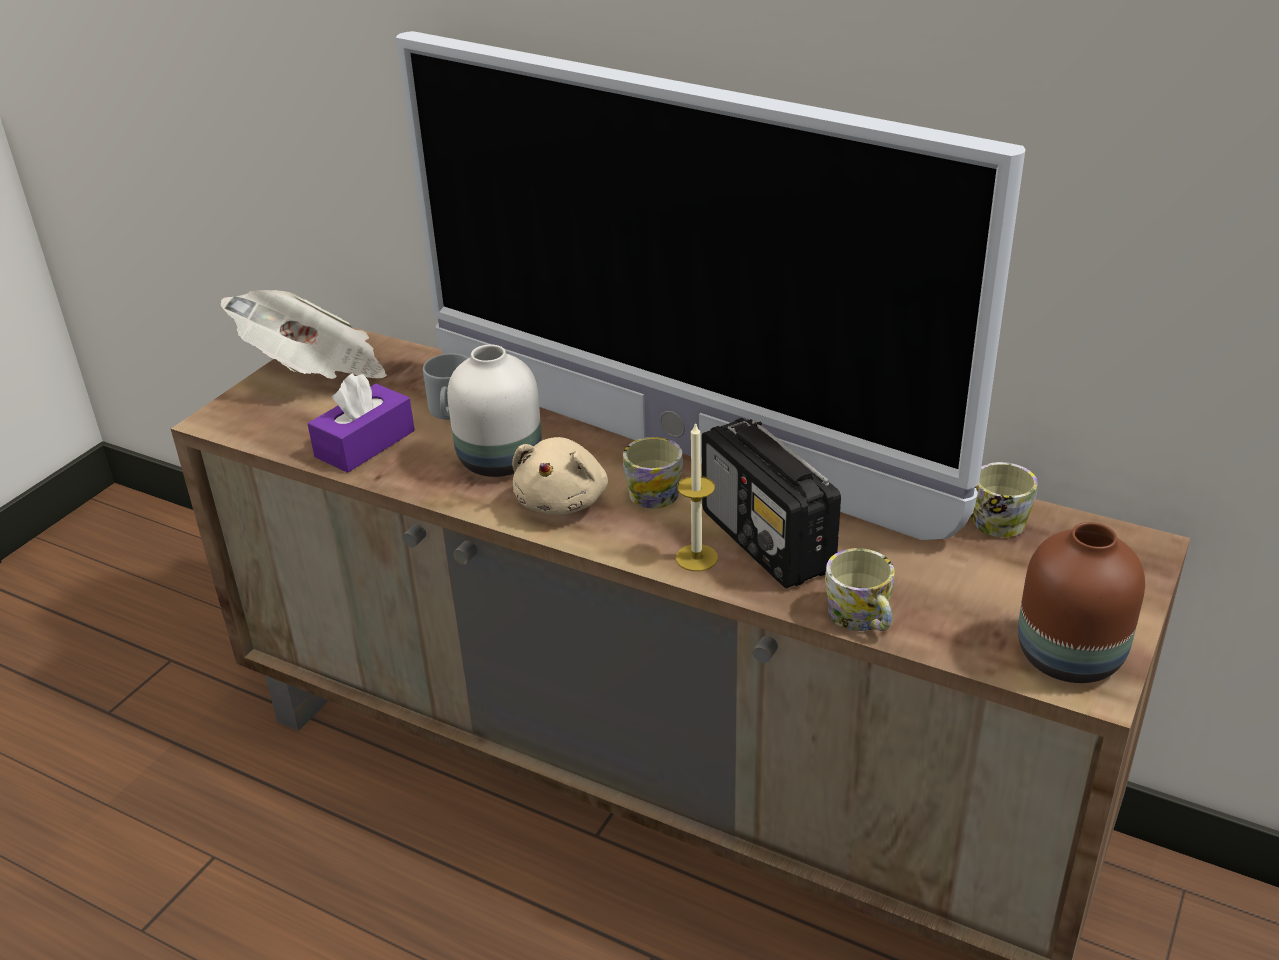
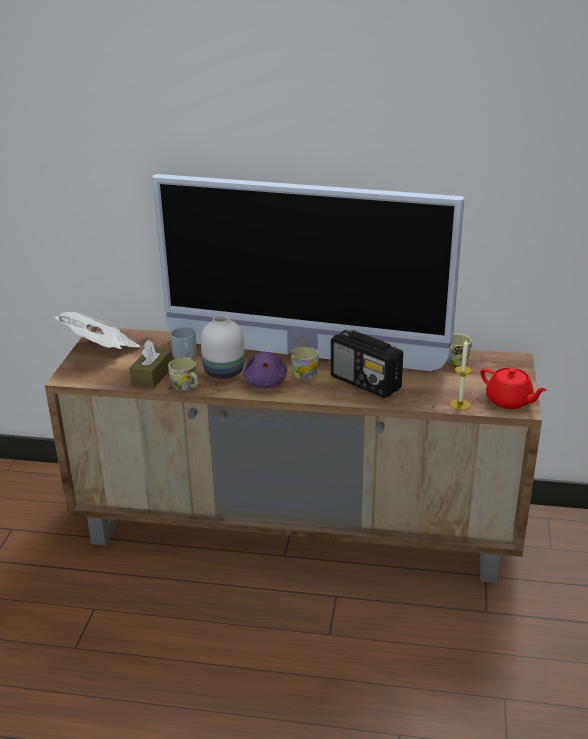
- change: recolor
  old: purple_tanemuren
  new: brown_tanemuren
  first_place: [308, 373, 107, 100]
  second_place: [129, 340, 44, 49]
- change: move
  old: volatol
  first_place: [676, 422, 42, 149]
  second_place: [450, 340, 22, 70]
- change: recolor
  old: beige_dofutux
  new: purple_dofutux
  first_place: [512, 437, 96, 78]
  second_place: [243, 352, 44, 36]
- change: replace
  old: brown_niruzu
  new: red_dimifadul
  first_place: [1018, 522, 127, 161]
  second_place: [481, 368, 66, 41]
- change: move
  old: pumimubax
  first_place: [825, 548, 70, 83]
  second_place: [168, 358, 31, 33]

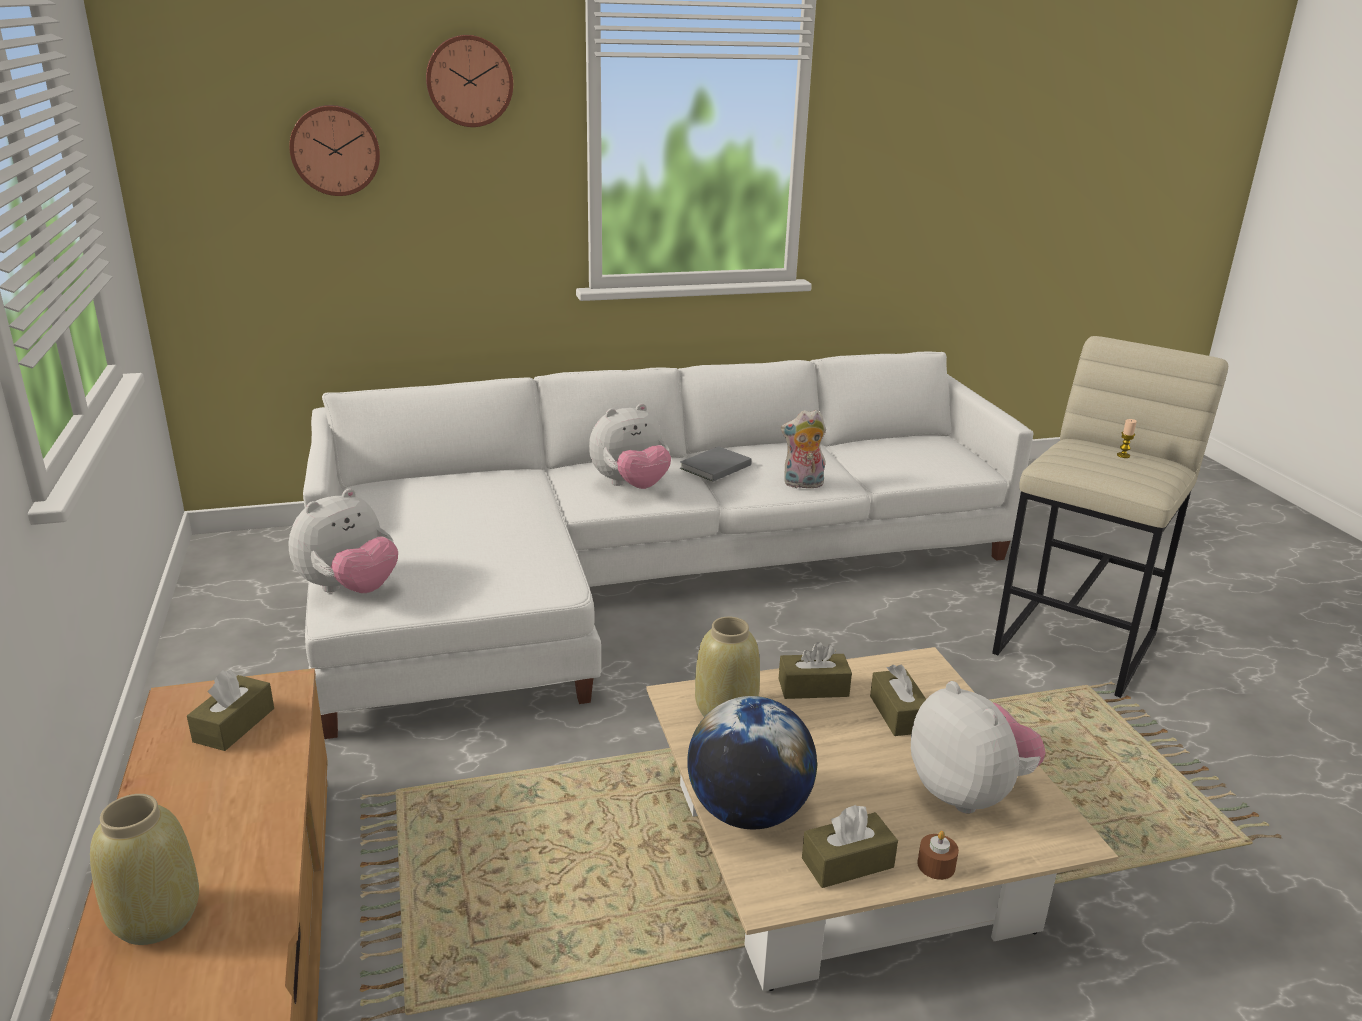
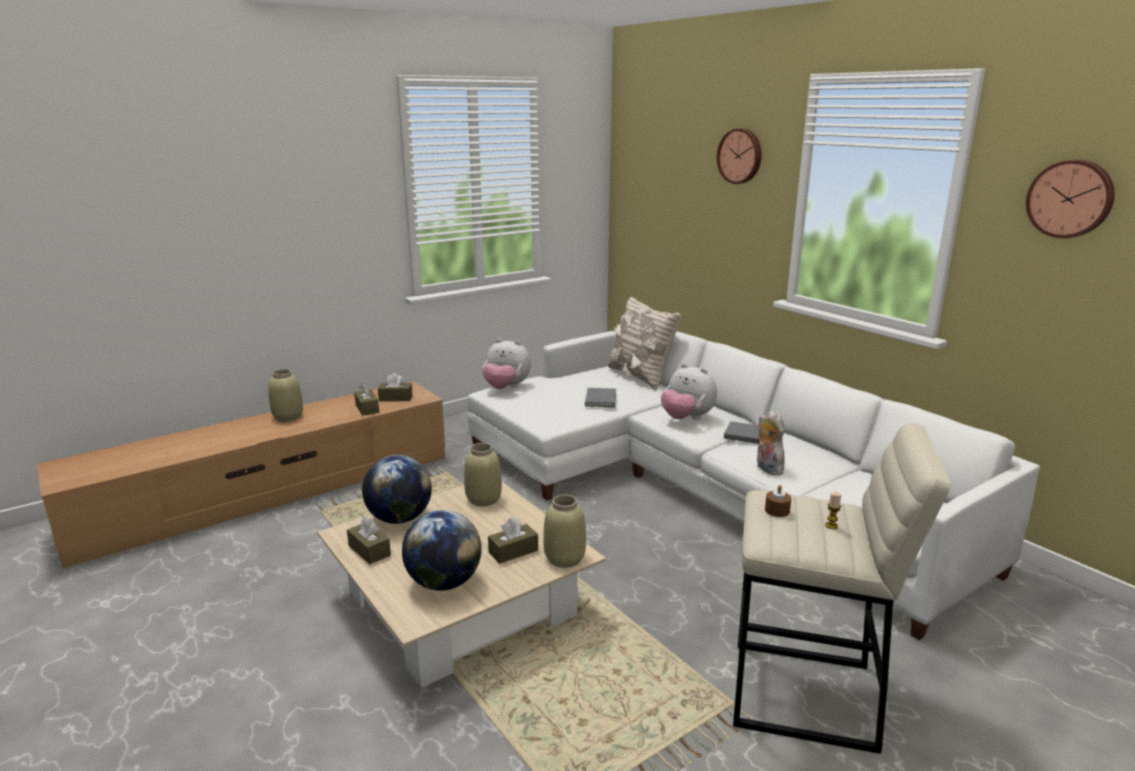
- change: move
  old: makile
  first_place: [289, 105, 91, 91]
  second_place: [1026, 159, 89, 79]
- change: move
  old: brown_tanemuren
  first_place: [779, 642, 73, 57]
  second_place: [354, 383, 25, 32]
- change: replace
  old: dofutux
  new: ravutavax
  first_place: [911, 681, 134, 133]
  second_place: [402, 510, 80, 81]
- change: move
  old: brown_volatol
  first_place: [917, 831, 42, 49]
  second_place: [765, 485, 26, 32]
- change: insert
  new: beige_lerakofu
  second_place: [608, 297, 73, 93]
- change: insert
  new: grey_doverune
  second_place: [585, 388, 31, 19]
- change: insert
  new: beige_niruzu
  second_place: [543, 495, 43, 73]

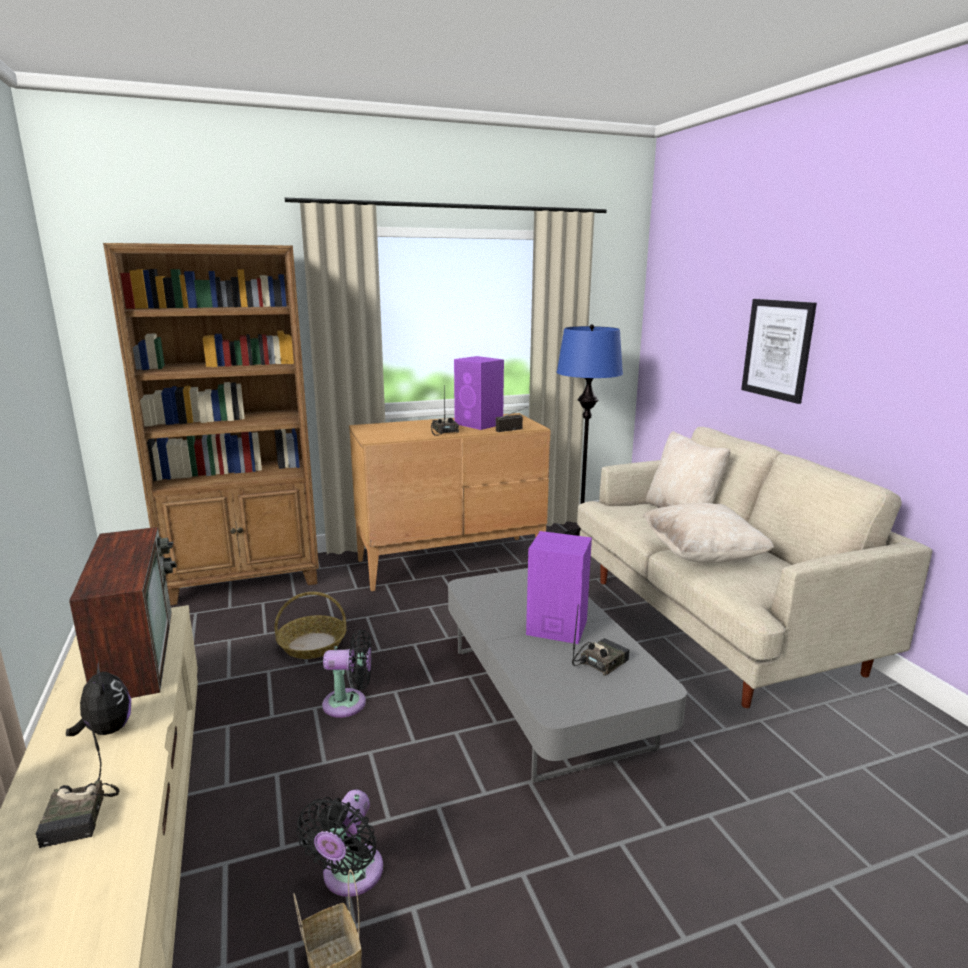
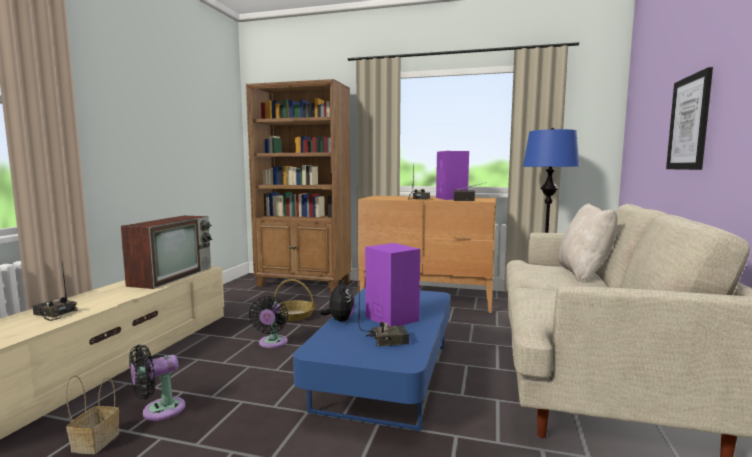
- change: delete
  old: beige_lerakofu
  first_place: [643, 503, 131, 60]
- change: recolor
  old: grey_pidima
  new: blue_pidima
  first_place: [448, 568, 239, 214]
  second_place: [293, 288, 157, 144]
- change: rotate
  old: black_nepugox
  first_place: [322, 630, 50, 88]
  second_place: [249, 296, 39, 52]
  degrees: 60
- change: move
  old: dofutux
  first_place: [66, 662, 65, 74]
  second_place: [320, 279, 35, 43]
- change: rotate
  old: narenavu
  first_place: [36, 693, 84, 155]
  second_place: [32, 262, 45, 59]
  degrees: 90

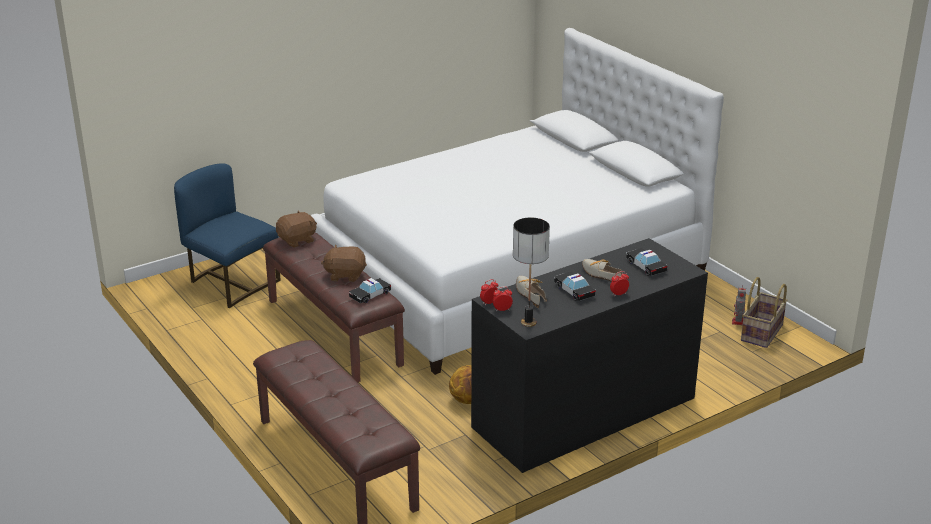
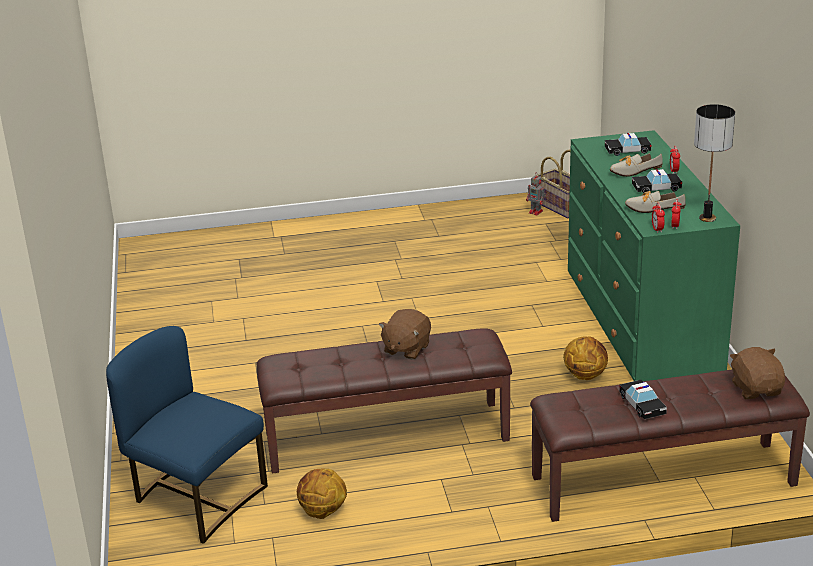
- change: delete
  old: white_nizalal
  first_place: [311, 28, 413, 347]
- change: rotate
  old: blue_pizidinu
  first_place: [174, 163, 107, 145]
  second_place: [106, 326, 162, 218]
  degrees: 60
- change: move
  old: brown_dofutux
  first_place: [276, 210, 41, 38]
  second_place: [730, 347, 55, 52]
- change: recolor
  old: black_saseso
  new: green_saseso
  first_place: [471, 238, 237, 235]
  second_place: [568, 130, 172, 251]
- change: move
  old: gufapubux
  first_place: [349, 278, 42, 25]
  second_place: [619, 380, 48, 39]
- change: insert
  new: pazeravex
  second_place: [297, 469, 50, 50]

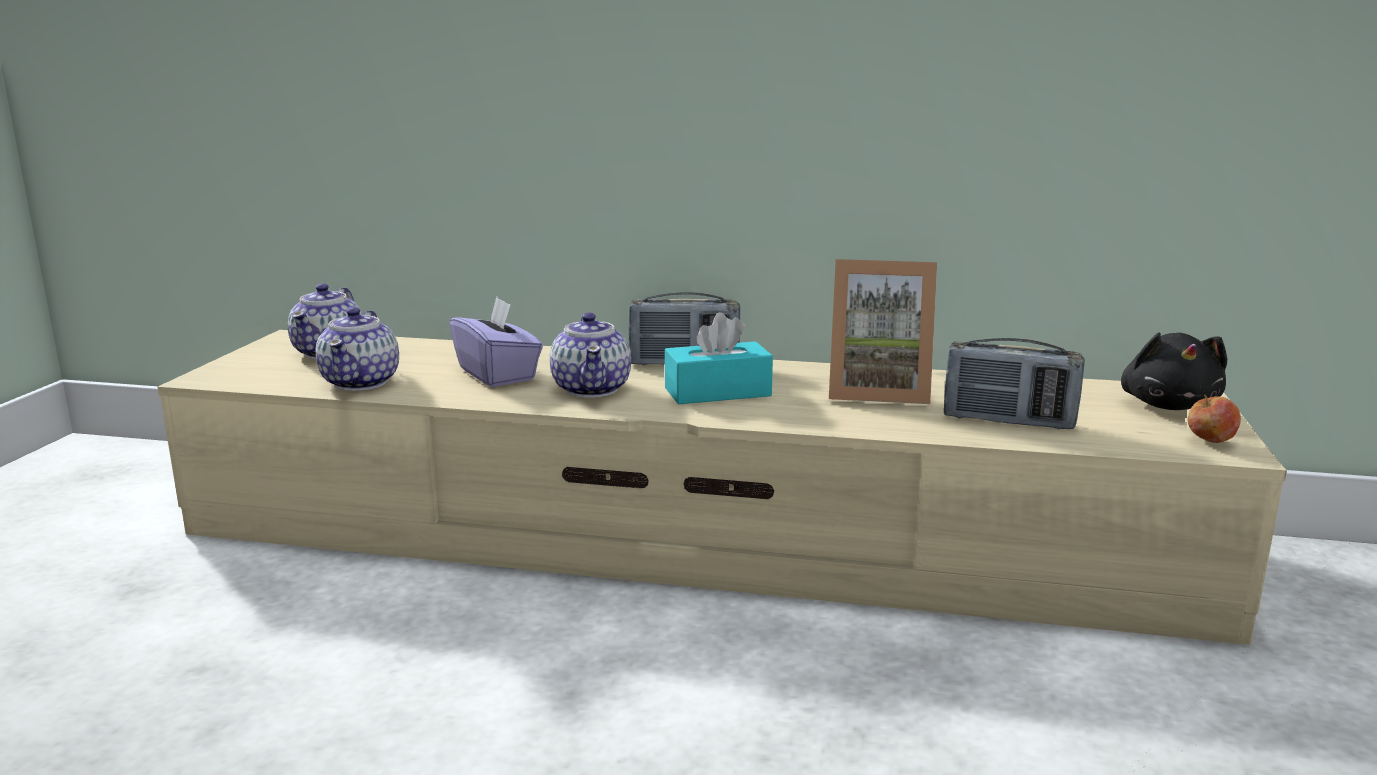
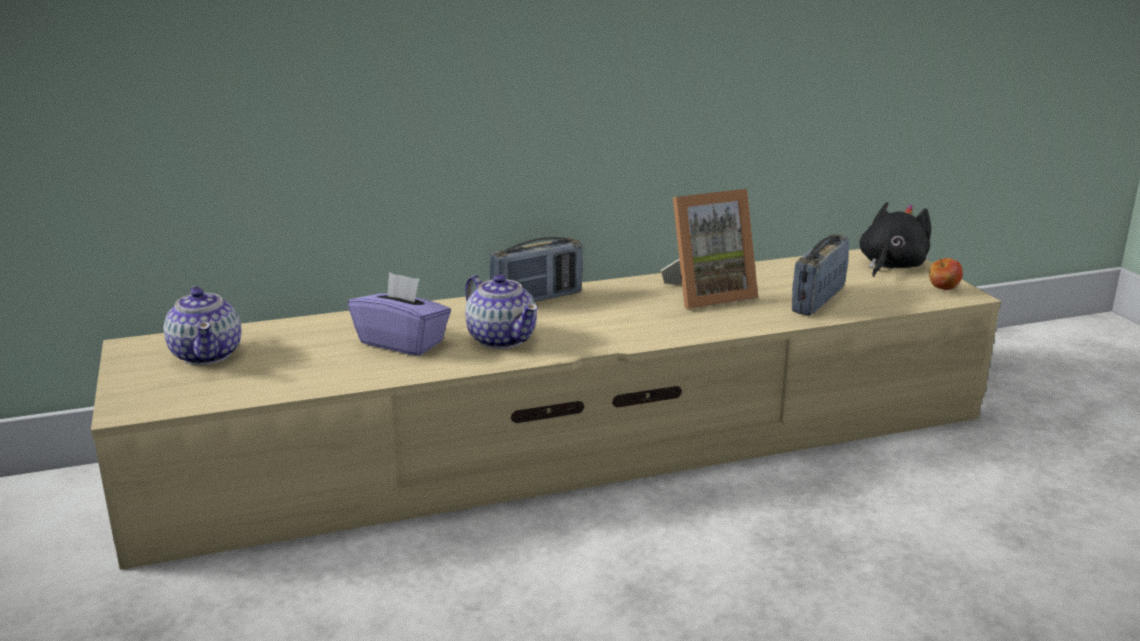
- change: delete
  old: dimifadul
  first_place: [316, 307, 83, 84]
- change: delete
  old: turquoise_tanemuren
  first_place: [665, 312, 108, 92]
- change: rotate
  old: black_dofutux
  first_place: [1121, 332, 106, 78]
  second_place: [859, 202, 72, 75]
  degrees: -120
- change: rotate
  old: narenavu
  first_place: [944, 338, 141, 91]
  second_place: [792, 234, 57, 82]
  degrees: 135

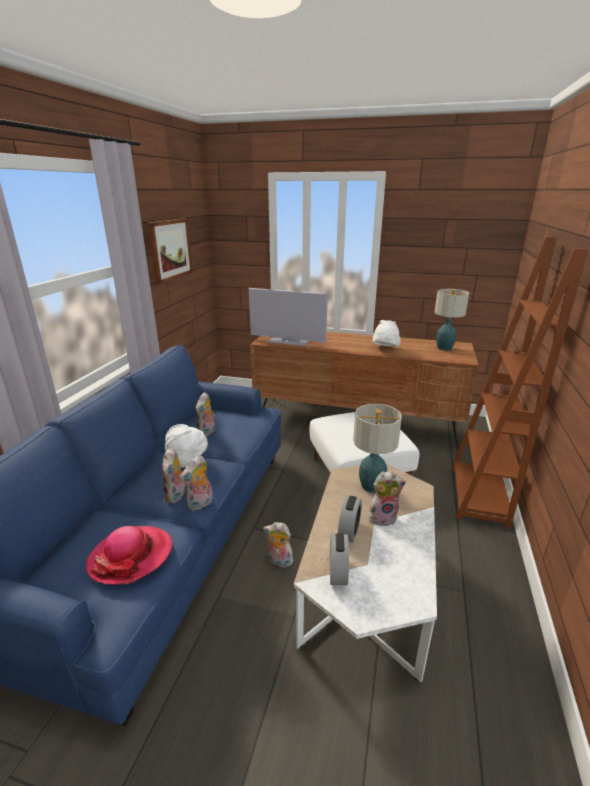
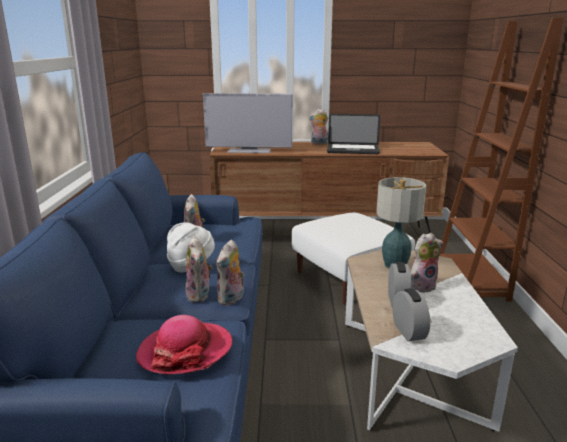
- change: delete
  old: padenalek
  first_place: [148, 218, 45, 66]
- change: delete
  old: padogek
  first_place: [434, 289, 35, 62]
- change: replace
  old: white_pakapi
  new: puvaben
  first_place: [373, 320, 28, 26]
  second_place: [327, 114, 54, 40]
- change: move
  old: dofutux
  first_place: [263, 522, 30, 45]
  second_place: [309, 109, 20, 36]

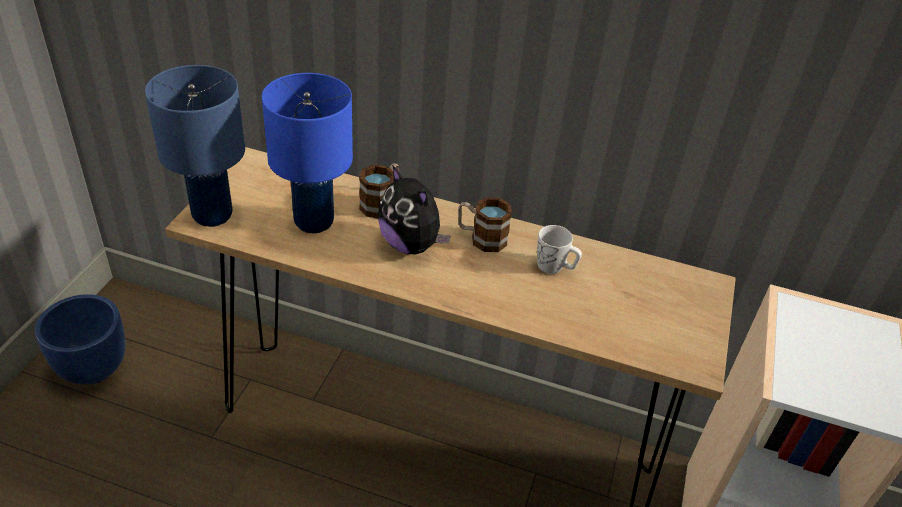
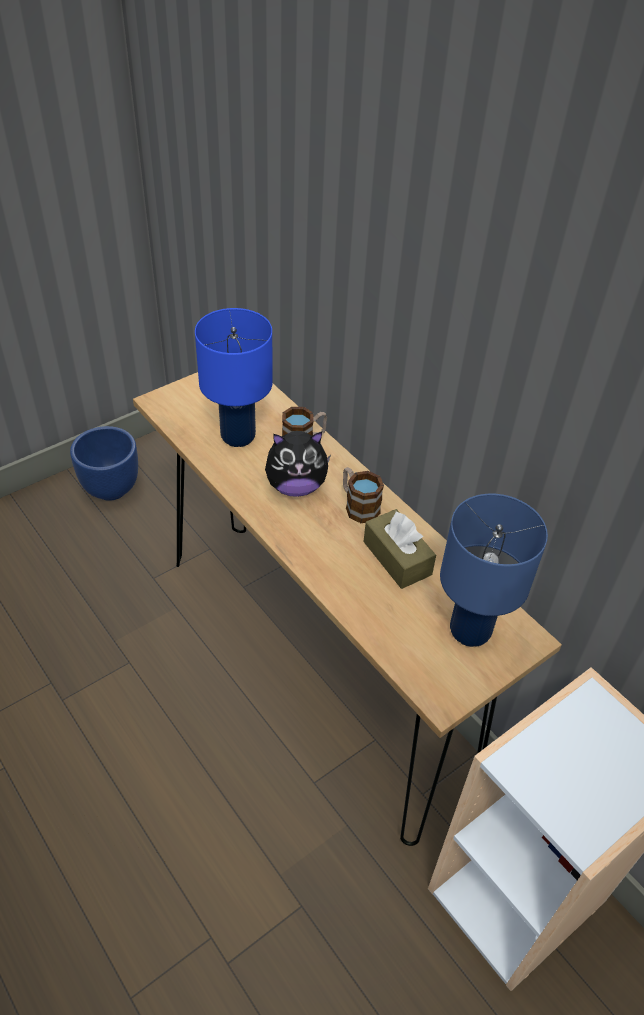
- change: move
  old: blue_padogek
  first_place: [145, 65, 100, 162]
  second_place: [440, 493, 108, 154]
- change: rotate
  old: dofutux
  first_place: [377, 165, 73, 89]
  second_place: [265, 431, 66, 66]
  degrees: -90
- change: replace
  old: white_pumimubax
  new: brown_tanemuren
  first_place: [537, 225, 45, 49]
  second_place: [363, 509, 73, 80]

